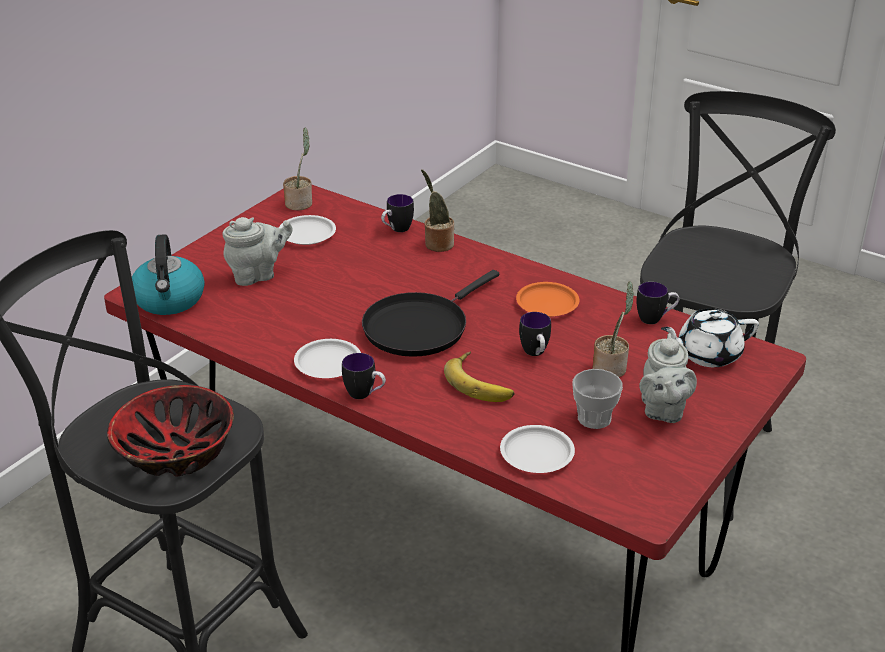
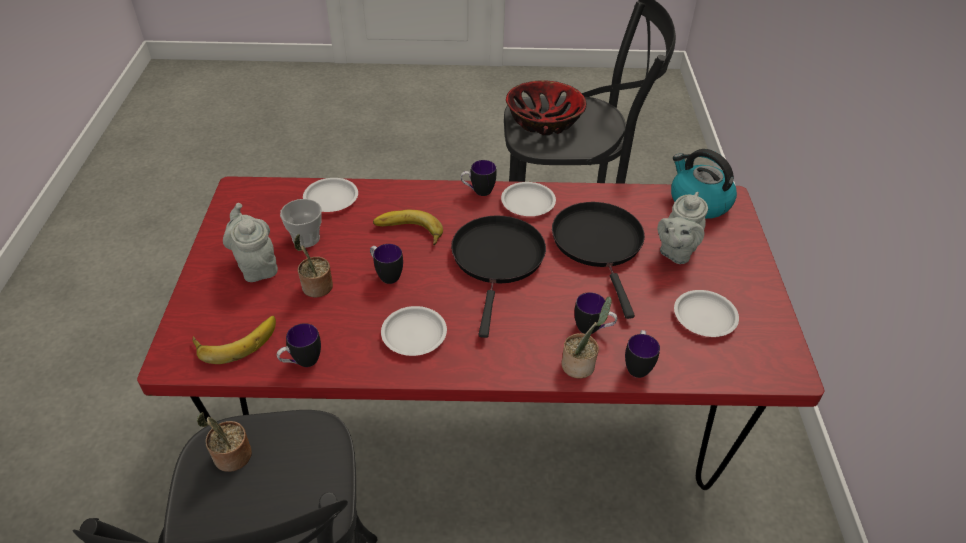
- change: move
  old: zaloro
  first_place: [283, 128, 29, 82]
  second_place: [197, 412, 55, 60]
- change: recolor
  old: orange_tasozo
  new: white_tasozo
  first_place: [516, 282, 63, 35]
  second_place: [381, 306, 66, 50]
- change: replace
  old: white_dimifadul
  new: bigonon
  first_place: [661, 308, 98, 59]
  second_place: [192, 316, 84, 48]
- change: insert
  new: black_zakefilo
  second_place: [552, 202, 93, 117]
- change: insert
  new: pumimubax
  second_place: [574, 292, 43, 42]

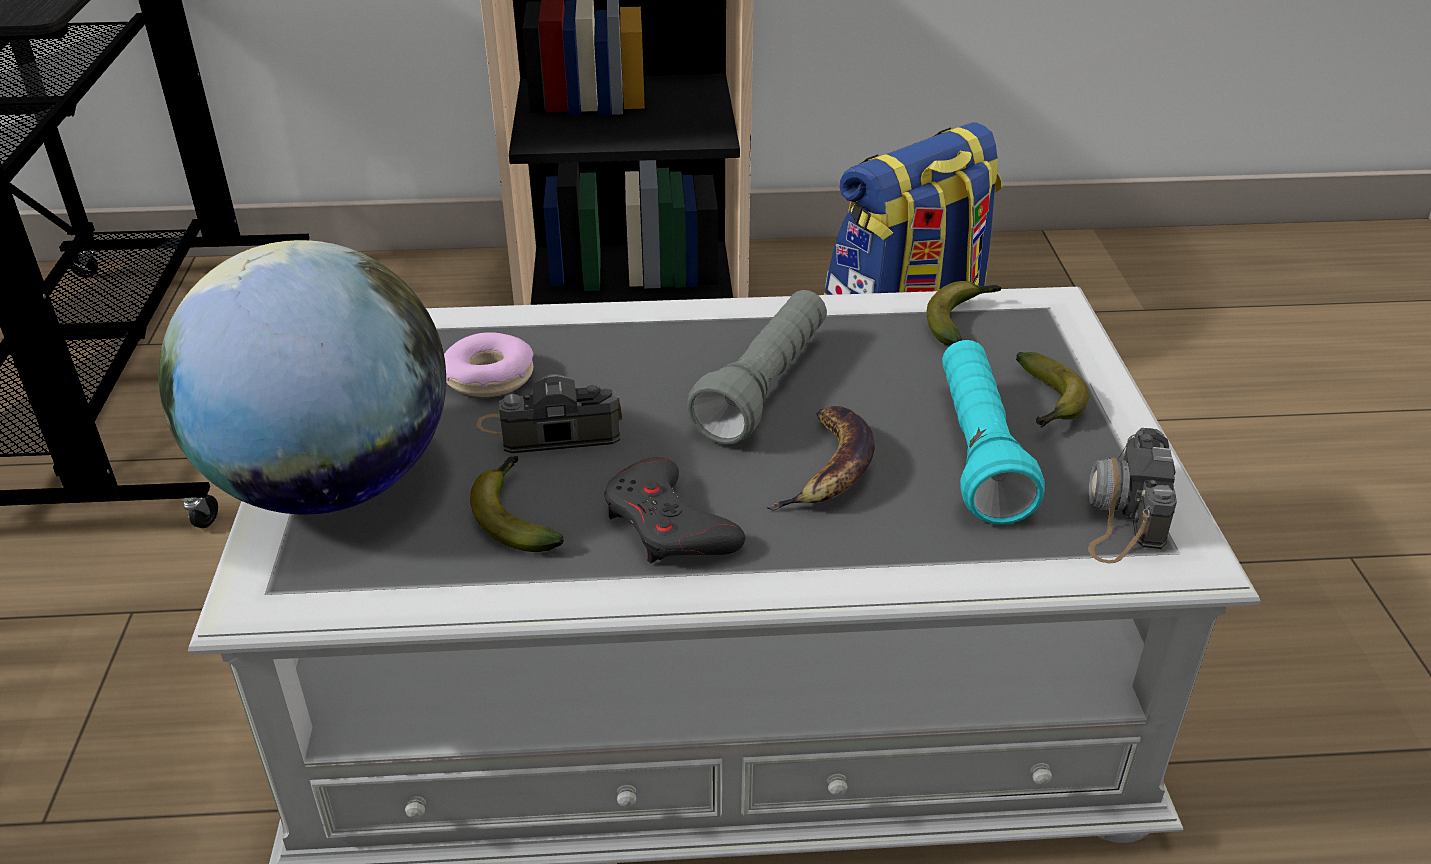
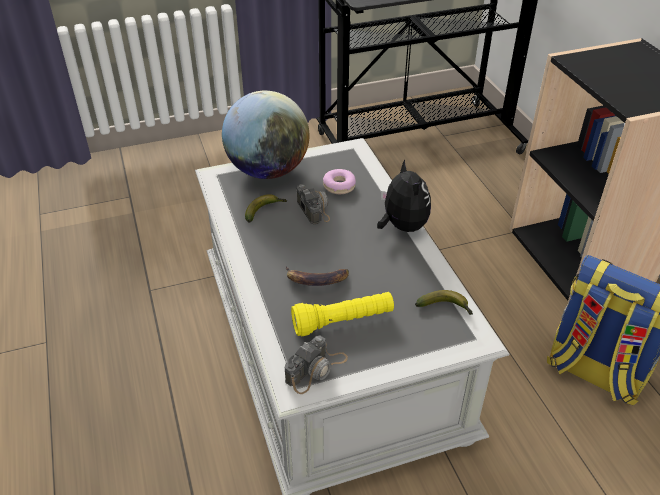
- change: delete
  old: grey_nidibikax
  first_place: [687, 290, 140, 155]
- change: recolor
  old: turquoise_nidibikax
  new: yellow_nidibikax
  first_place: [942, 340, 103, 185]
  second_place: [291, 292, 103, 44]
- change: delete
  old: bigonon
  first_place: [1016, 352, 73, 76]
- change: rotate
  old: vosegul
  first_place: [1088, 428, 89, 135]
  second_place: [285, 335, 63, 59]
  degrees: 135
- change: delete
  old: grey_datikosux
  first_place: [605, 457, 140, 106]
- change: insert
  new: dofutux
  second_place: [377, 159, 54, 73]

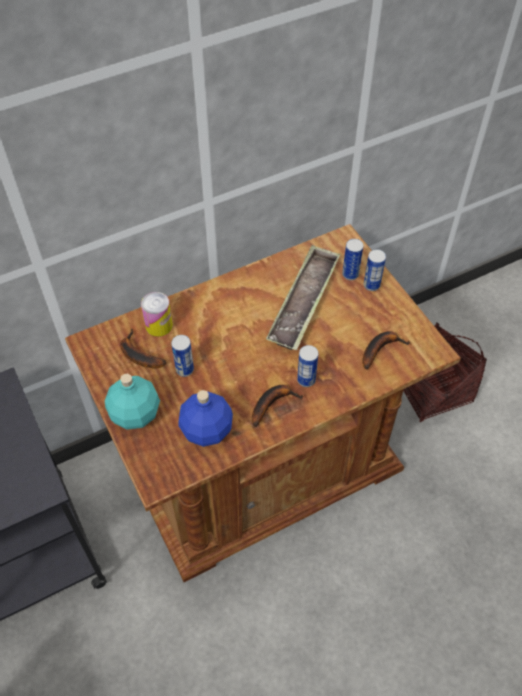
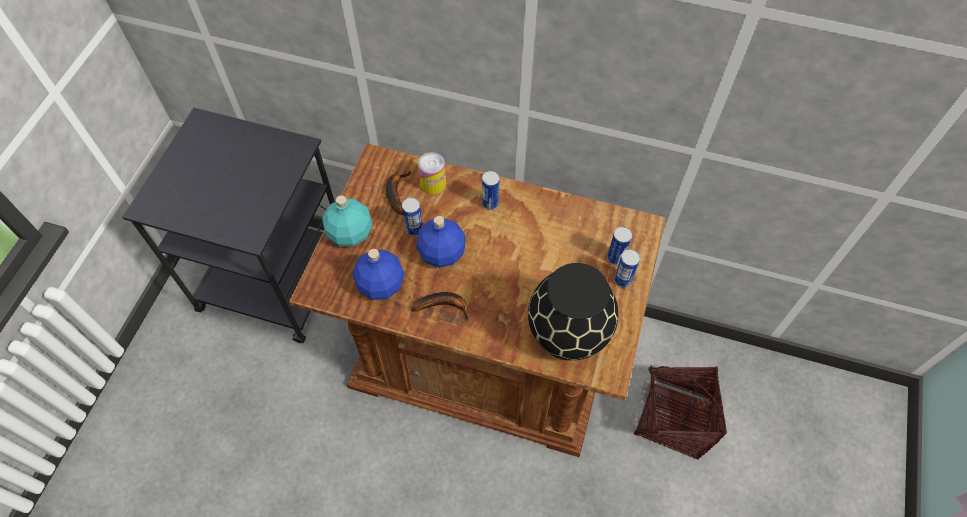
- change: delete
  old: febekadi
  first_place: [266, 245, 74, 106]
- change: replace
  old: bigonon
  new: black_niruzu
  first_place: [362, 331, 48, 39]
  second_place: [528, 263, 90, 98]
- change: move
  old: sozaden
  first_place: [297, 345, 21, 42]
  second_place: [482, 171, 18, 39]
- change: insert
  new: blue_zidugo
  second_place: [416, 216, 50, 52]

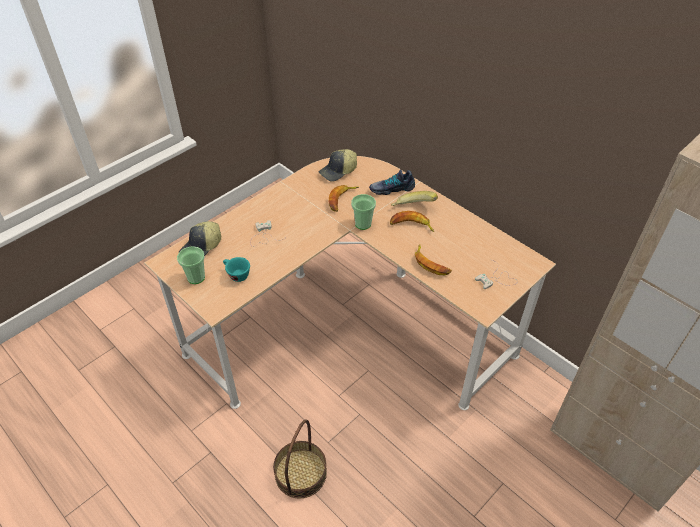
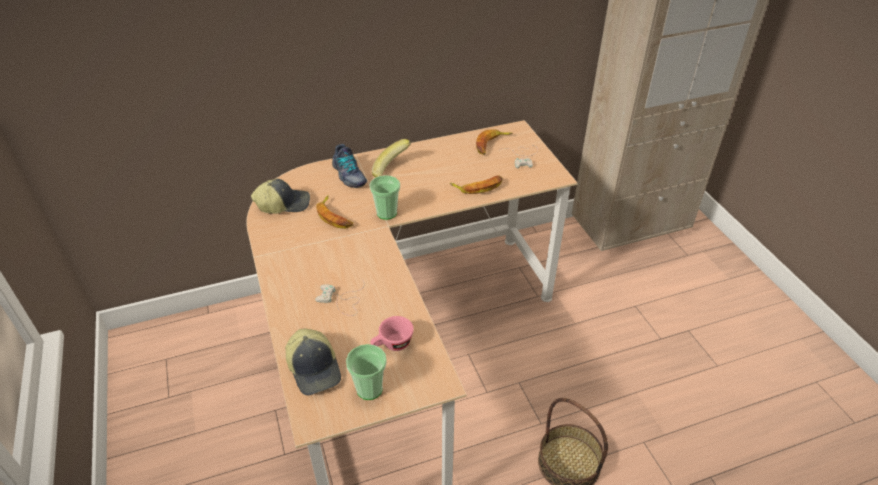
- change: rotate
  old: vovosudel
  first_place: [319, 149, 38, 33]
  second_place: [251, 178, 59, 36]
  degrees: -90
- change: rotate
  old: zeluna
  first_place: [369, 170, 46, 25]
  second_place: [332, 144, 35, 44]
  degrees: -45
- change: move
  old: bigonon
  first_place: [390, 211, 44, 21]
  second_place: [476, 129, 37, 26]
- change: recolor
  old: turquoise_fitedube
  new: pink_fitedube
  first_place: [223, 257, 27, 25]
  second_place: [370, 316, 44, 35]

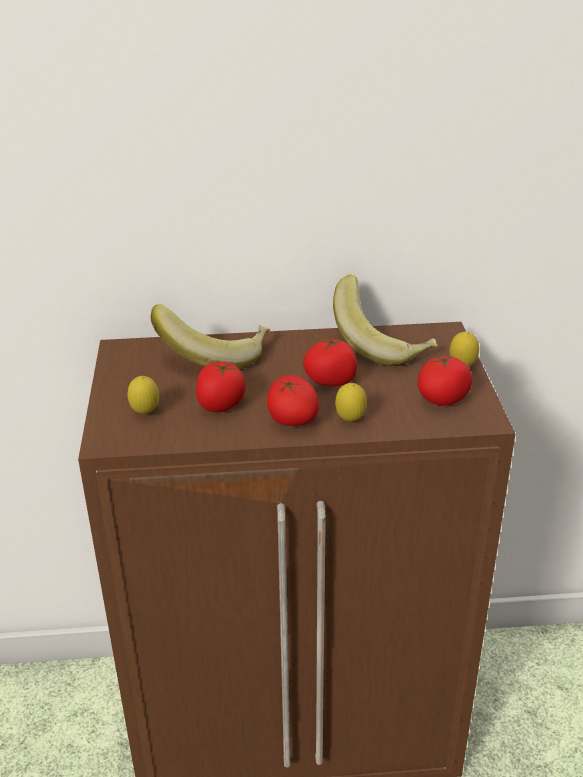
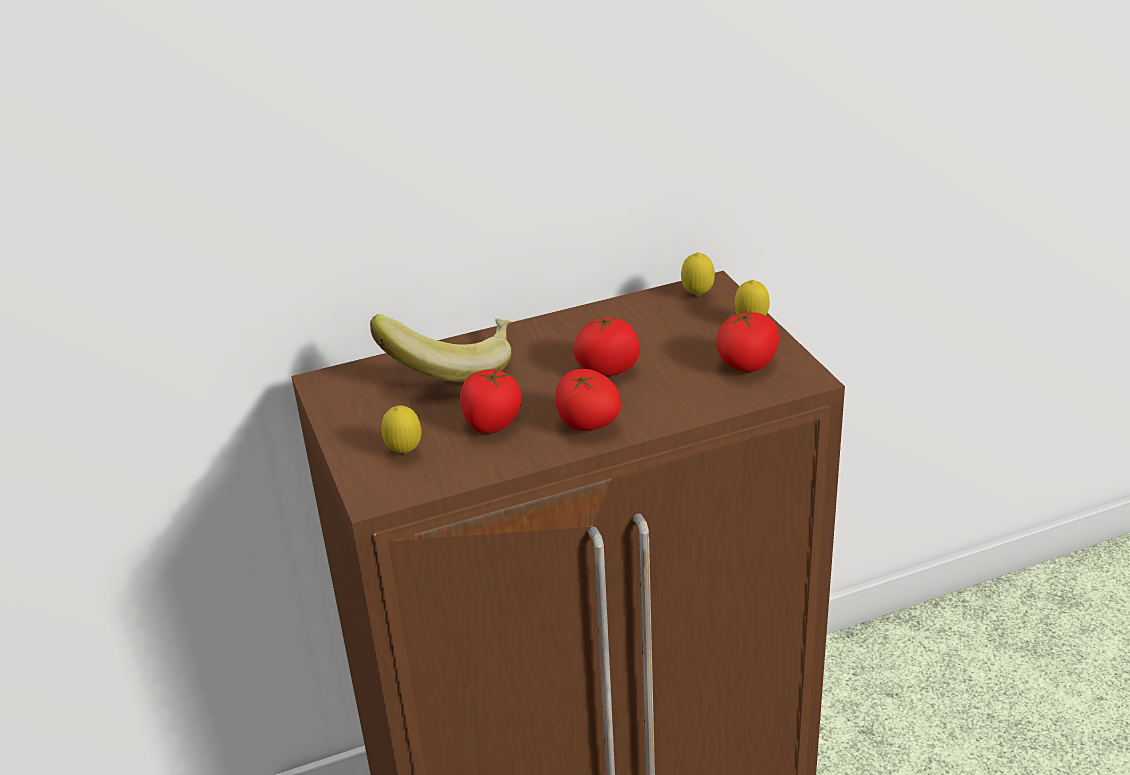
- change: delete
  old: bigonon
  first_place: [333, 275, 105, 91]
- change: move
  old: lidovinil
  first_place: [335, 383, 32, 39]
  second_place: [681, 252, 34, 44]

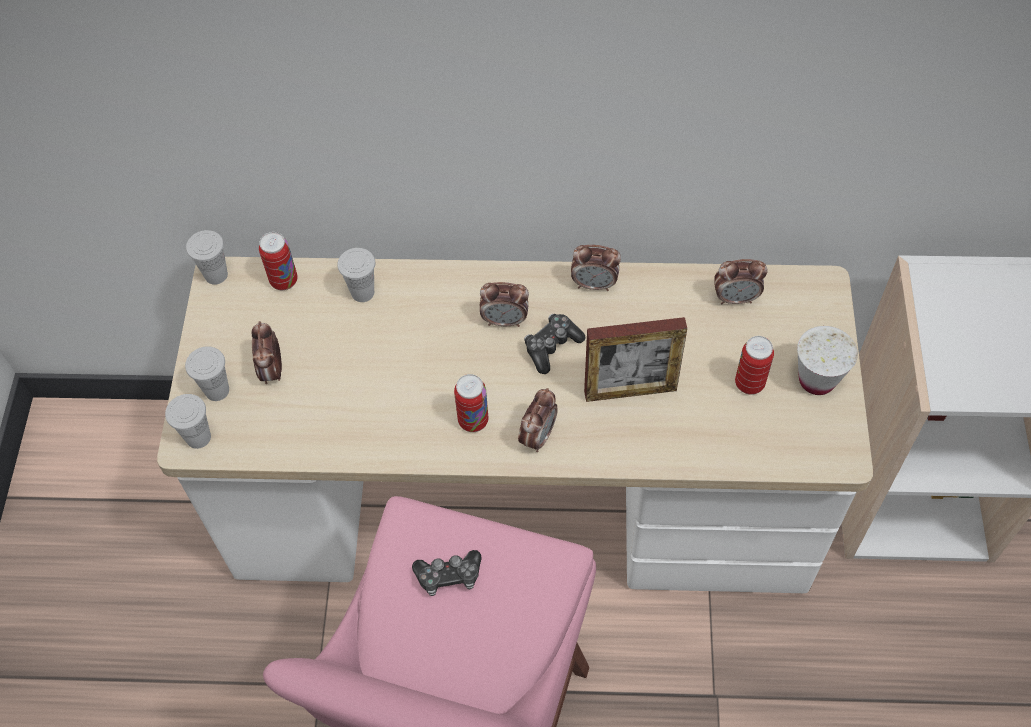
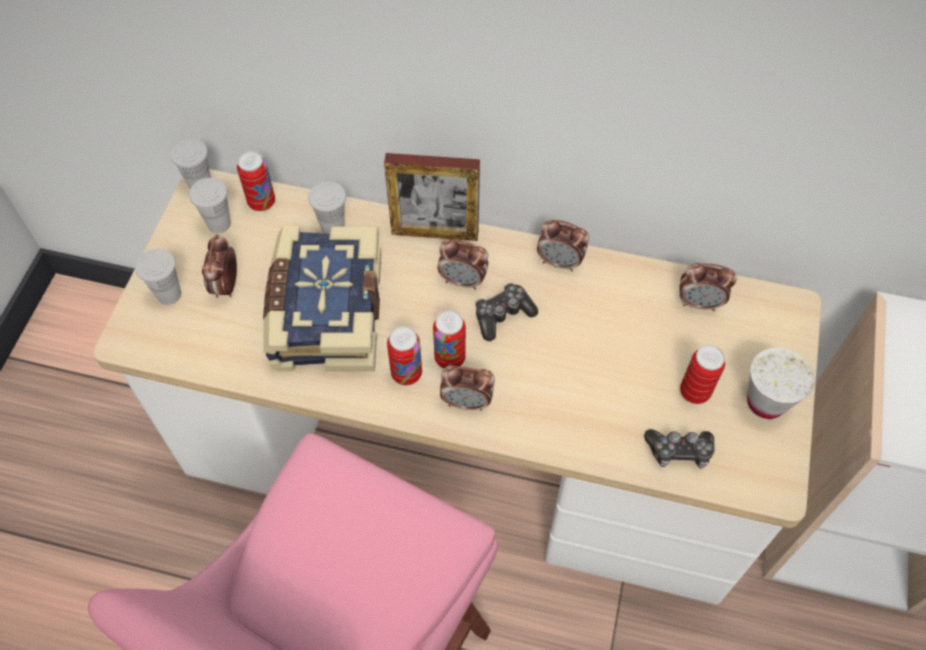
- change: move
  old: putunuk
  first_place: [584, 317, 103, 85]
  second_place: [384, 153, 96, 88]
- change: rotate
  old: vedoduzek
  first_place: [518, 388, 40, 64]
  second_place: [440, 365, 55, 46]
  degrees: 60
- change: move
  old: white_fitedube
  first_place: [165, 394, 46, 55]
  second_place: [189, 178, 42, 55]
- change: move
  old: datikosux
  first_place: [412, 550, 69, 46]
  second_place: [644, 429, 71, 39]
- change: insert
  new: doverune
  second_place: [263, 226, 118, 146]
- change: insert
  new: sozaden
  second_place: [433, 310, 33, 59]

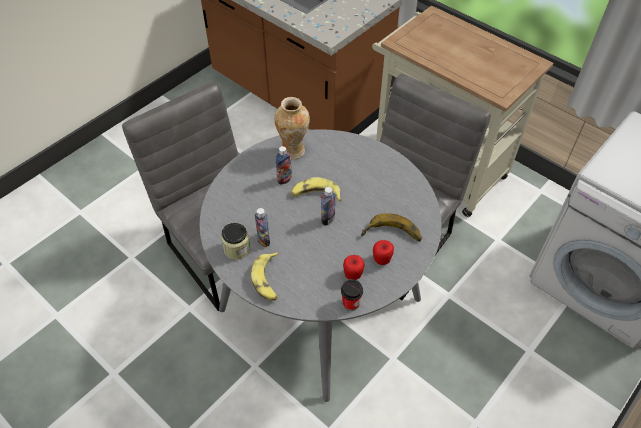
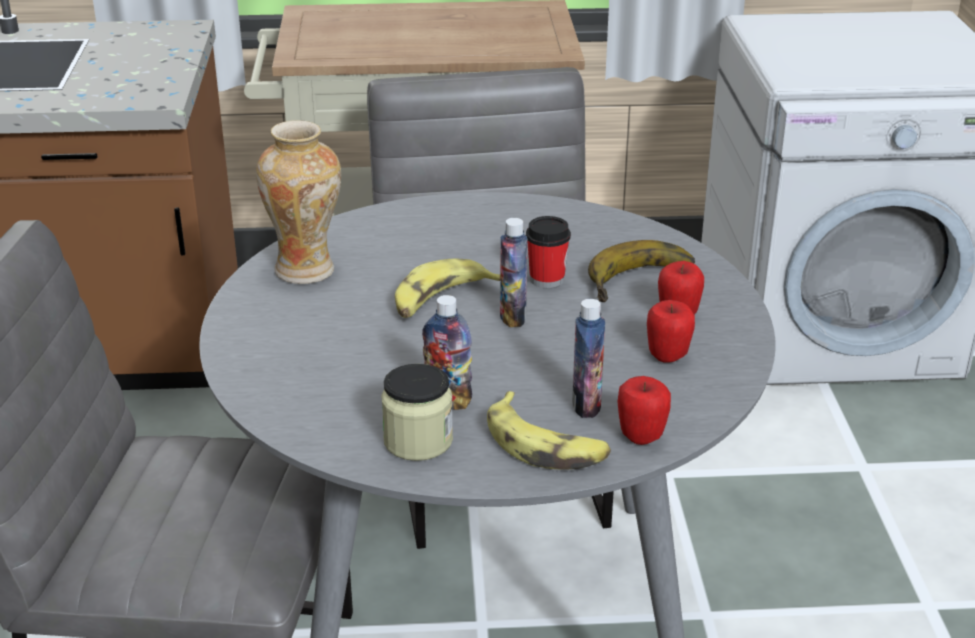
- change: move
  old: zidugo
  first_place: [276, 146, 16, 39]
  second_place: [572, 299, 33, 119]
- change: move
  old: fitedube
  first_place: [341, 279, 22, 32]
  second_place: [526, 216, 45, 72]
- change: insert
  new: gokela
  second_place: [617, 376, 54, 69]

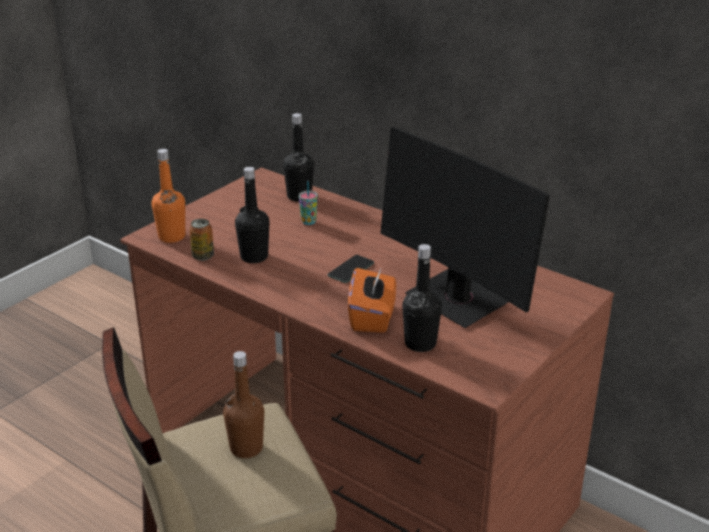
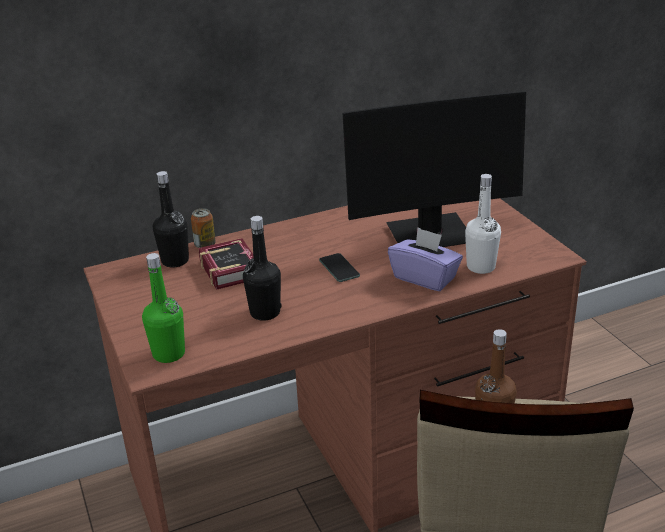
- change: recolor
  old: orange_zidugo
  new: green_zidugo
  first_place: [151, 149, 34, 94]
  second_place: [142, 253, 43, 110]
- change: replace
  old: fitedube
  new: doverune
  first_place: [299, 181, 19, 44]
  second_place: [198, 238, 55, 52]
- change: move
  old: sozaden
  first_place: [189, 219, 25, 42]
  second_place: [191, 208, 25, 40]
- change: recolor
  old: black_zidugo
  new: white_zidugo
  first_place: [402, 244, 40, 108]
  second_place: [465, 174, 36, 100]
- change: recolor
  old: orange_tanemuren
  new: purple_tanemuren
  first_place: [348, 268, 48, 65]
  second_place: [388, 228, 75, 63]

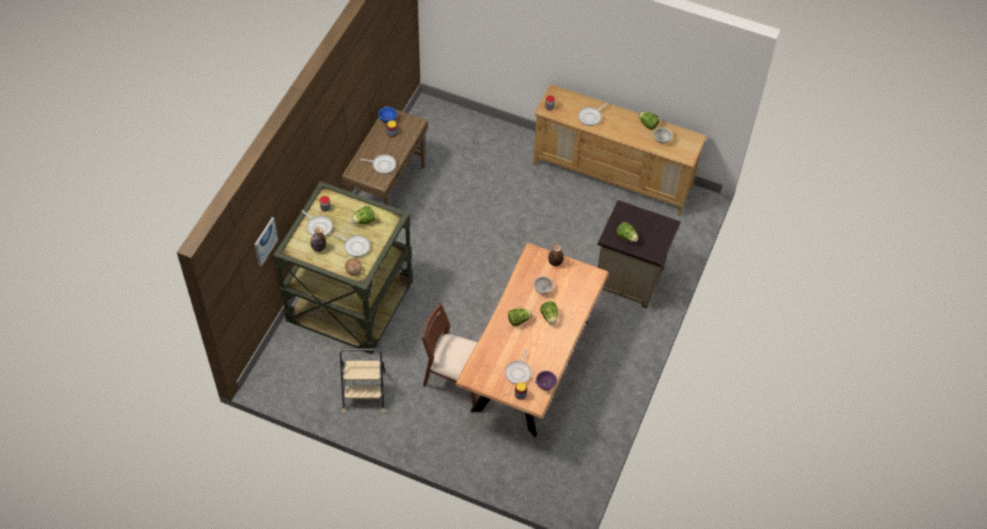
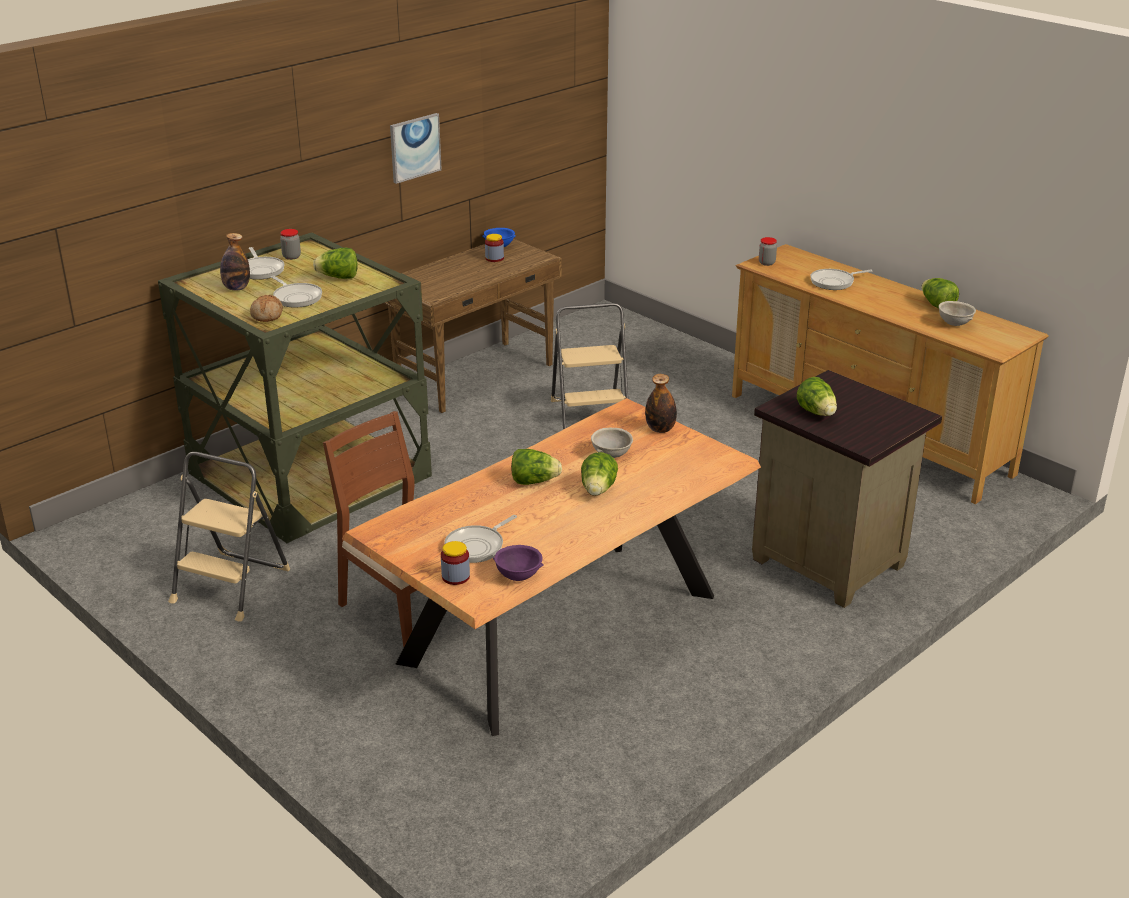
- change: delete
  old: zakefilo
  first_place: [360, 154, 36, 20]
- change: move
  old: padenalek
  first_place: [254, 217, 24, 50]
  second_place: [390, 113, 52, 71]
- change: insert
  new: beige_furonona
  second_place: [551, 303, 78, 127]

